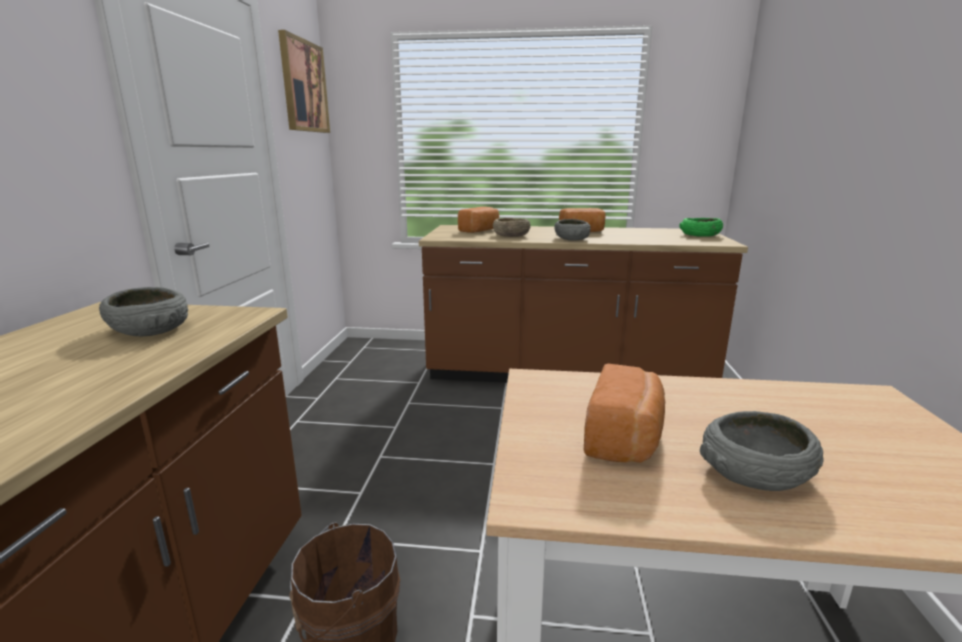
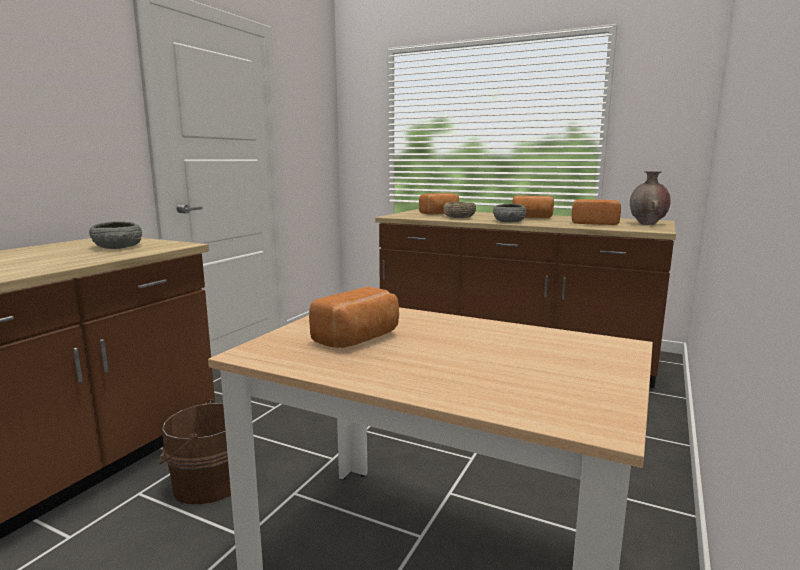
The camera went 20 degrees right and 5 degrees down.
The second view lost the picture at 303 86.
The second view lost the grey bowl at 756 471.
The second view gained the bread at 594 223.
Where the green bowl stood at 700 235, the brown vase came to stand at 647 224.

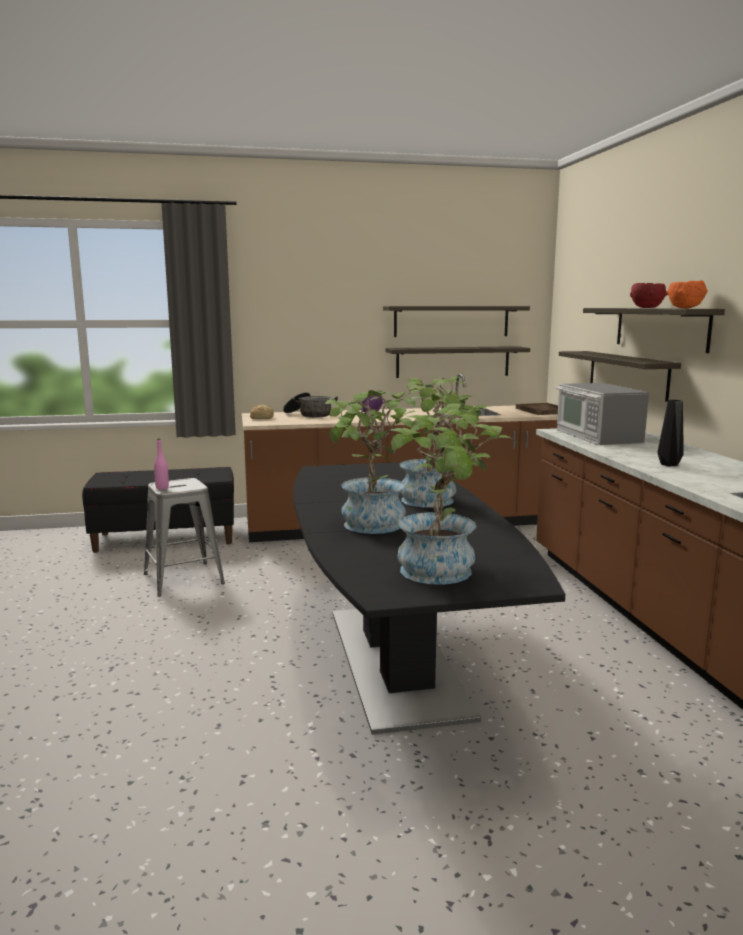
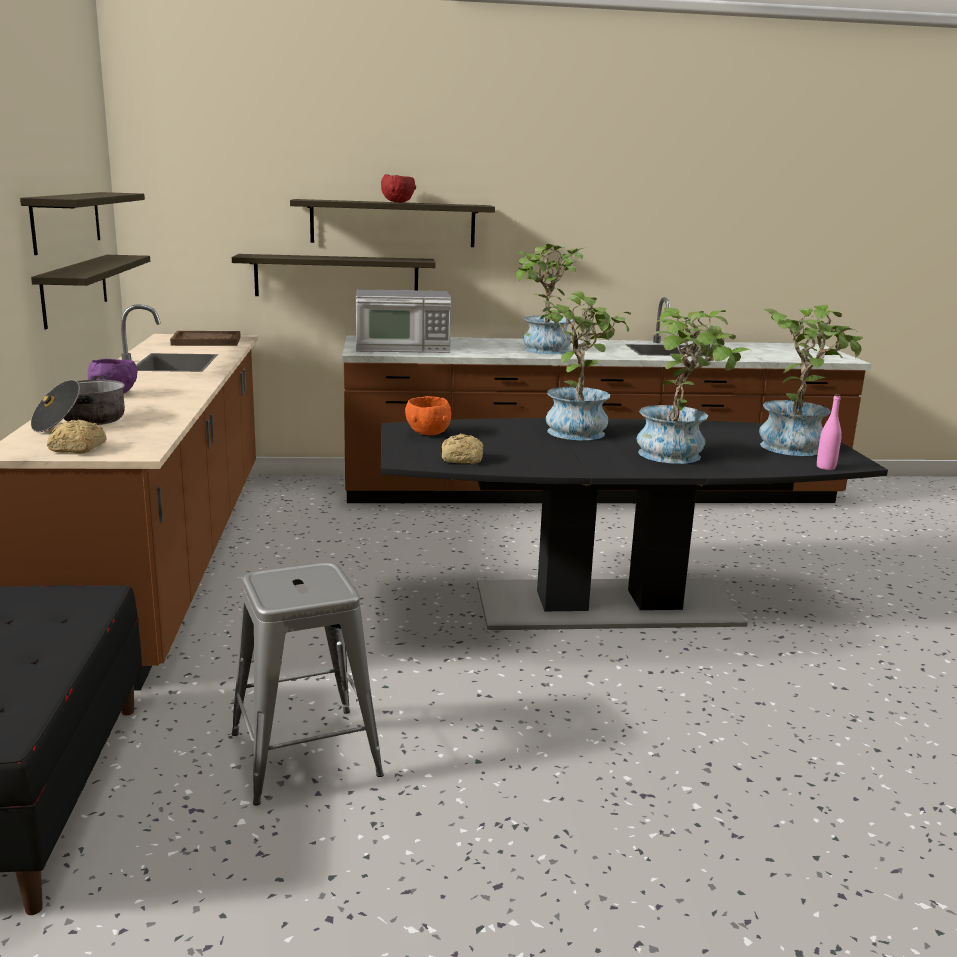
The camera went 85 degrees left and 5 degrees up.
The second view gained the bread at 463 459.
The pink bottle ended up elsewhere, having gone from 162 488 to 826 467.
The orange bowl ended up elsewhere, having gone from 685 308 to 428 433.
Where the black vase stood at 670 465, the potted plant came to stand at 543 351.

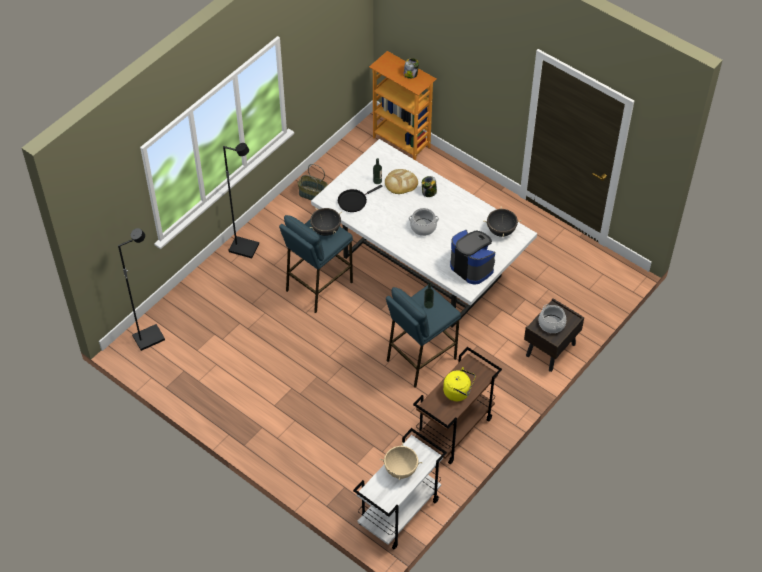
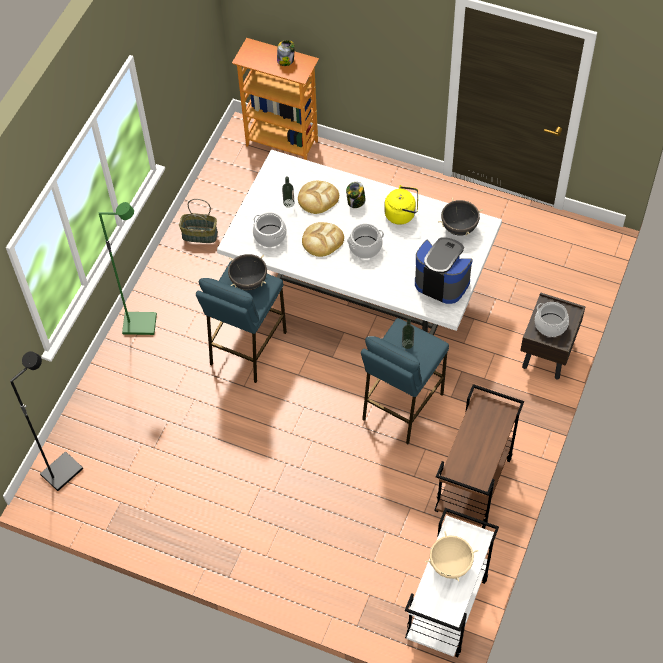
The camera went 15 degrees left and 5 degrees up.
The second view gained the bread at 322 240.
The yellow kettle ended up elsewhere, having gone from 458 392 to 402 214.
Where the black frying pan stood at 354 201, the cooking pot came to stand at 269 236.
What was the black floor lamp at 244 248 turned into the green floor lamp at 140 323.

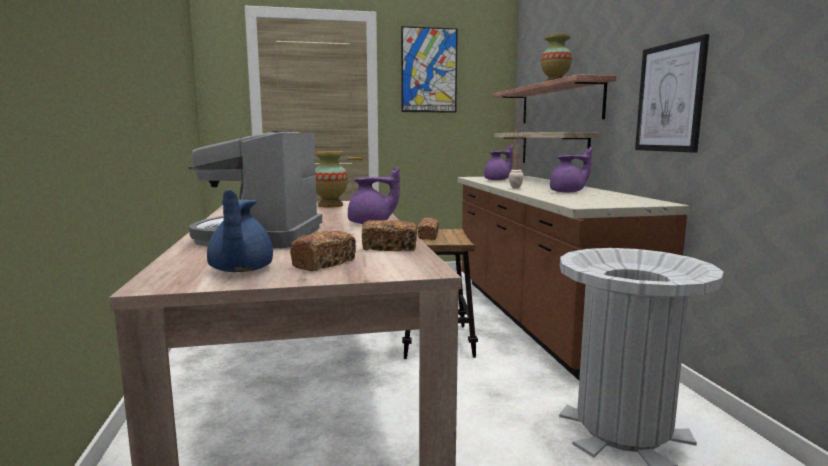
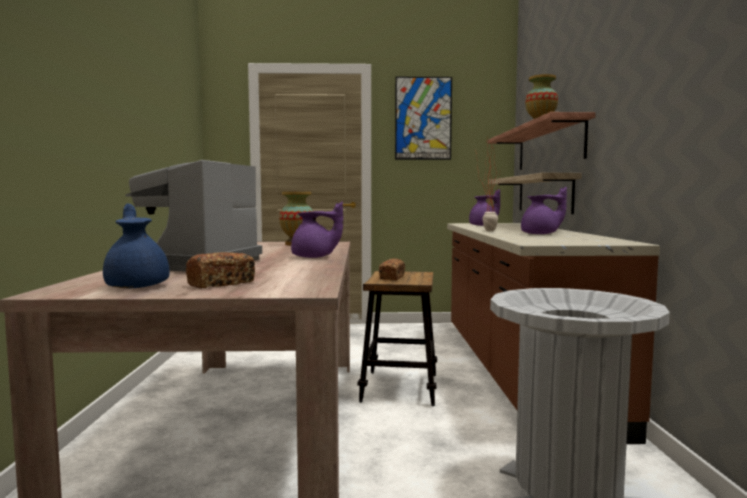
The camera went 10 degrees right and 5 degrees down.
The second view lost the bread at 390 248.
The second view lost the picture at 670 97.
The blue teapot at 240 270 ended up facing another way, 150 degrees clockwise from before.

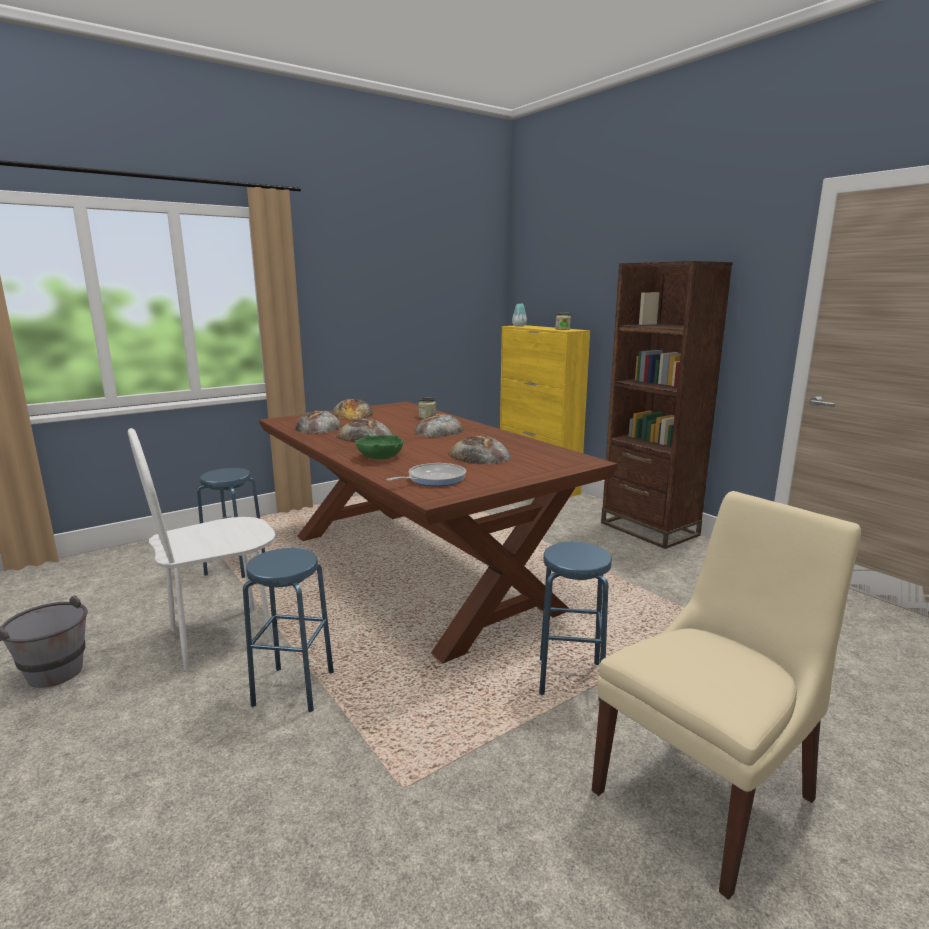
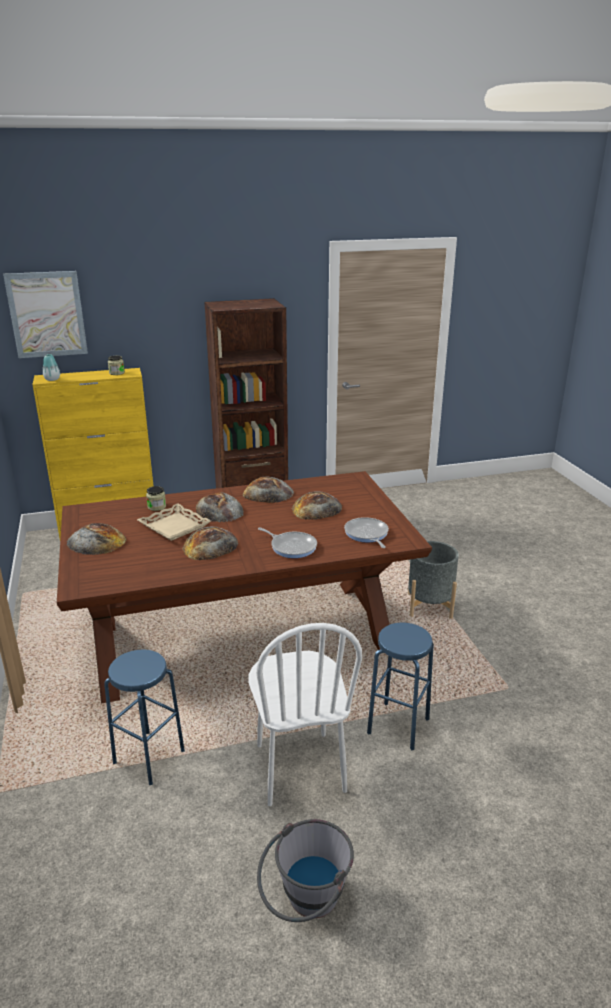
The camera went 70 degrees left and 10 degrees up.
The second view lost the beige chair at 707 791.
The second view gained the picture at 47 314.
The second view gained the beige tray at 174 526.
The bread ended up elsewhere, having gone from 318 427 to 268 493.
Where the green bowl stood at 380 457, the frying pan came to stand at 291 547.
Where the blue stool stood at 570 680, the grey planter came to stand at 429 606.

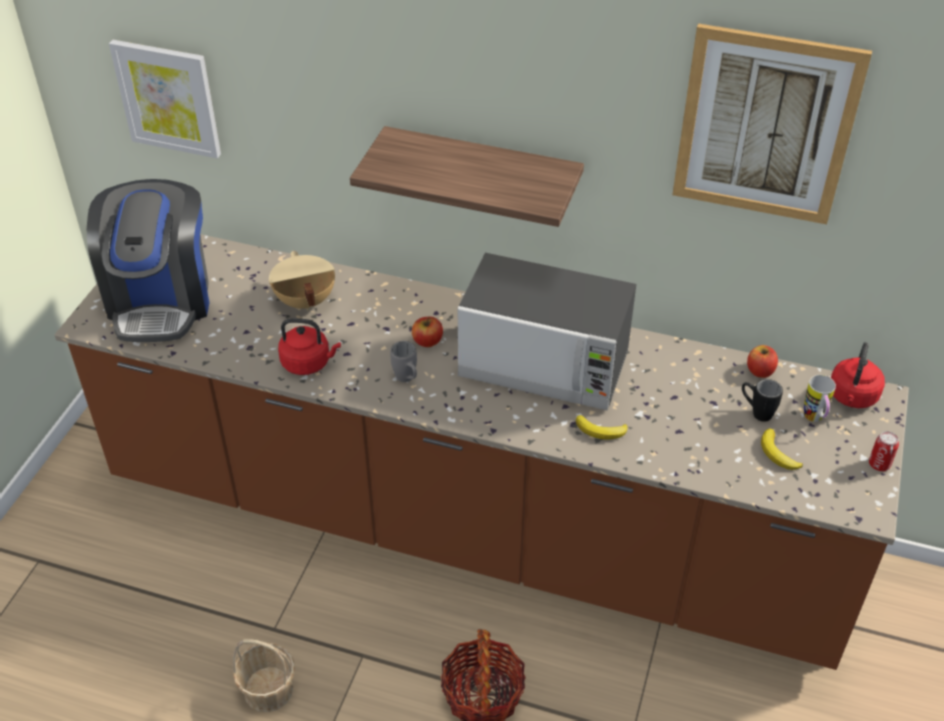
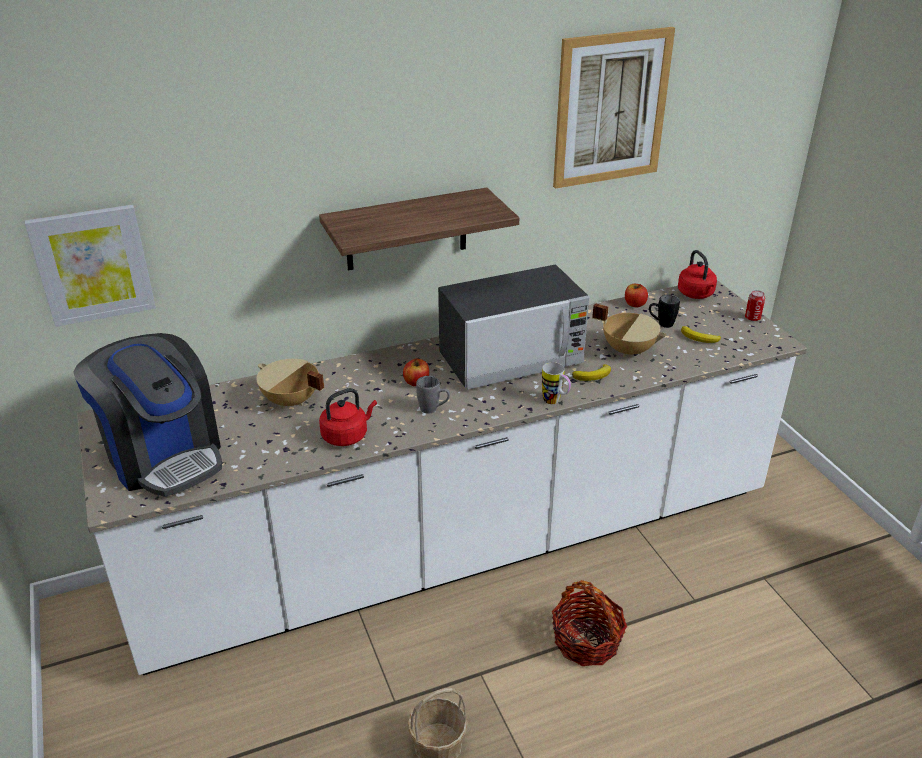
The camera went 40 degrees left and 10 degrees down.
The second view gained the beige cooking pot at 628 350.
The mug ended up elsewhere, having gone from 815 420 to 555 402.
What was the brown counter at 472 525 turned into the white counter at 461 544.

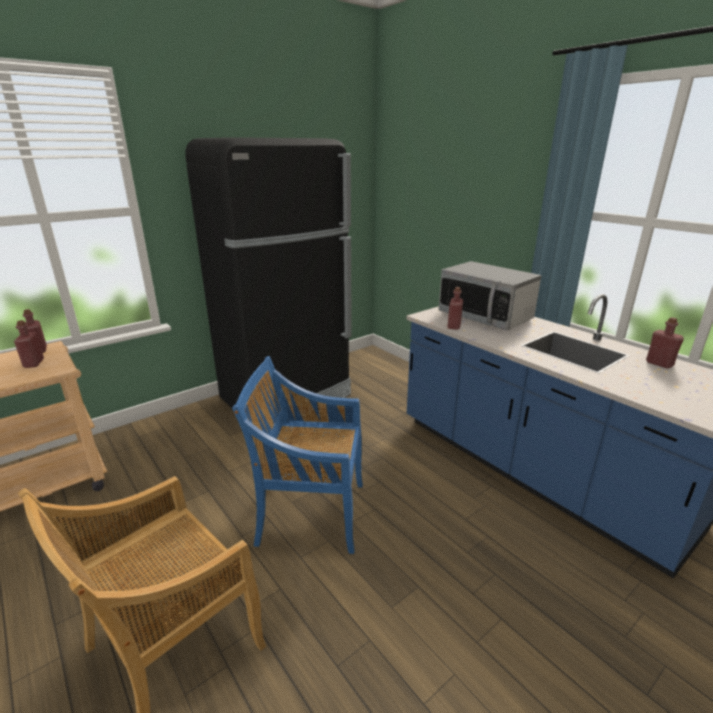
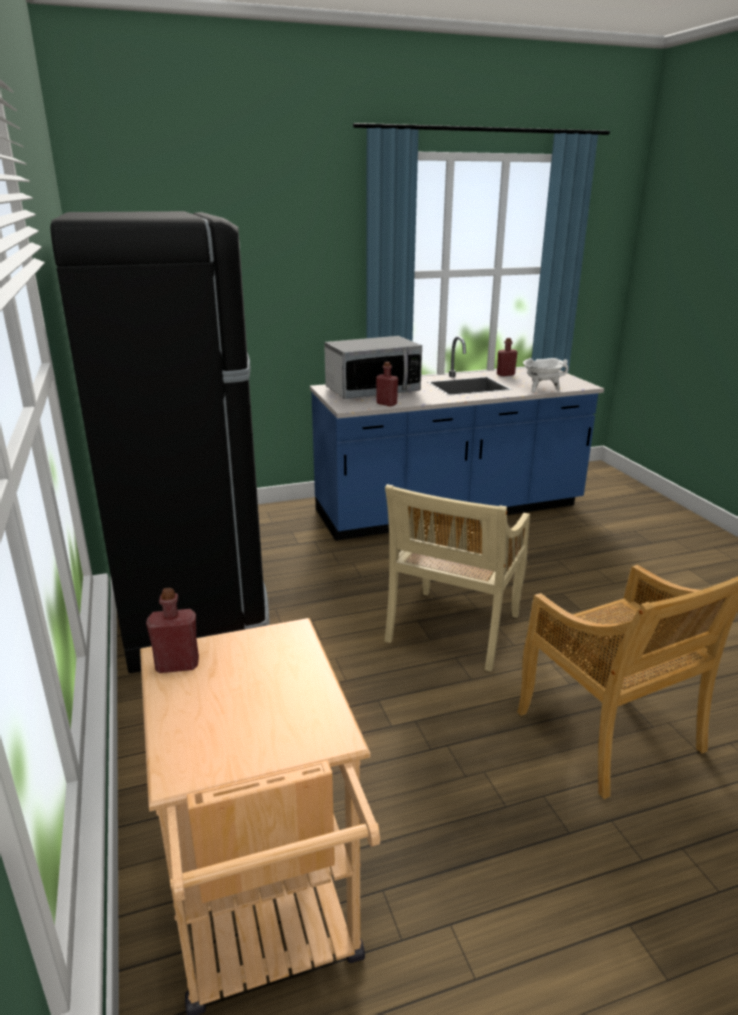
The camera went 70 degrees left and 0 degrees up.
The second view lost the red bottle at 34 363.
The second view gained the white cooking pot at 541 389.
What was the blue chair at 310 512 turned into the beige chair at 453 630.

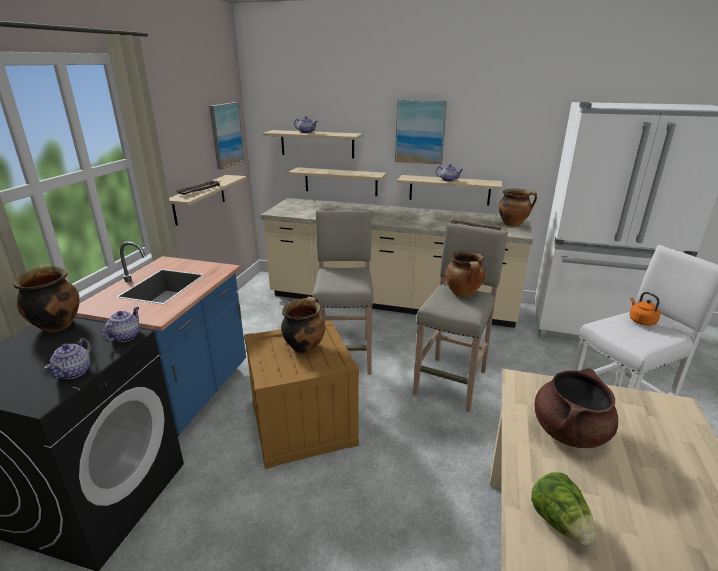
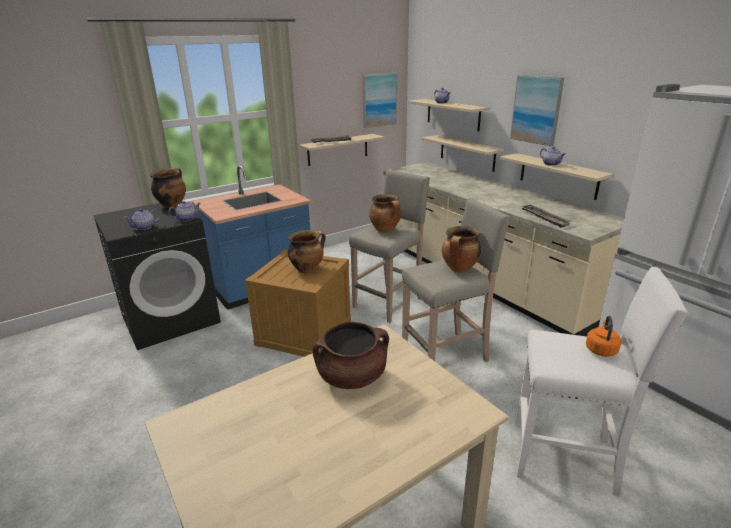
The camera went 40 degrees right and 0 degrees up.
The second view lost the lettuce at 559 522.
The cooking pot ended up elsewhere, having gone from 513 224 to 386 230.

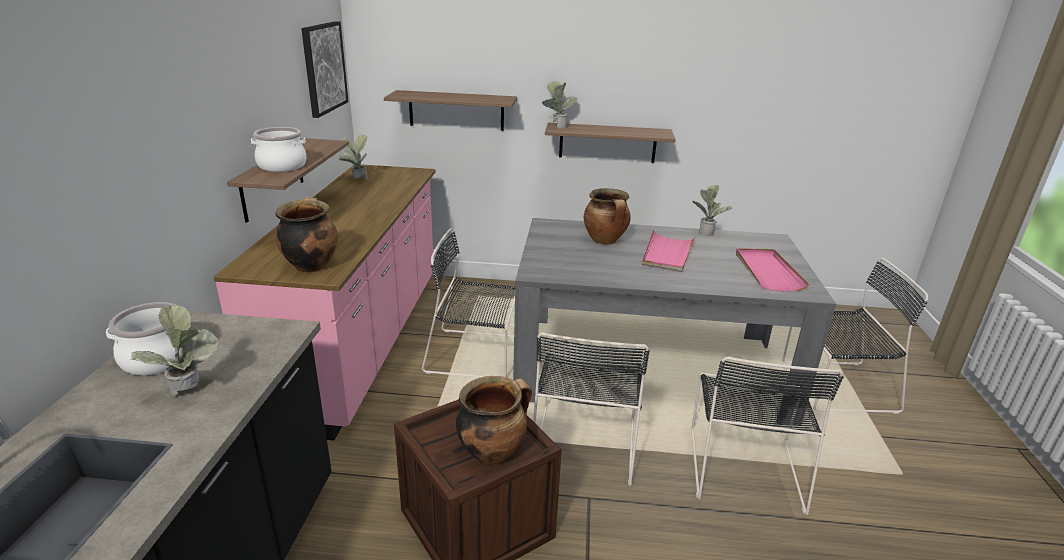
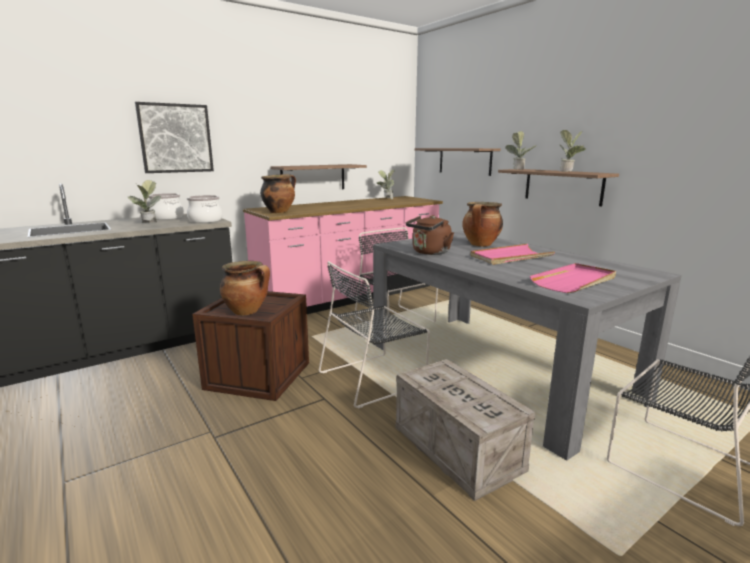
The camera went 50 degrees right and 10 degrees down.
The second view gained the brown kettle at 429 252.
The cooking pot ended up elsewhere, having gone from 282 166 to 205 220.
The picture ended up elsewhere, having gone from 324 68 to 175 138.
The potted plant ended up elsewhere, having gone from 706 231 to 568 171.
Where the black chair stood at 743 466, the crate came to stand at 455 447.

